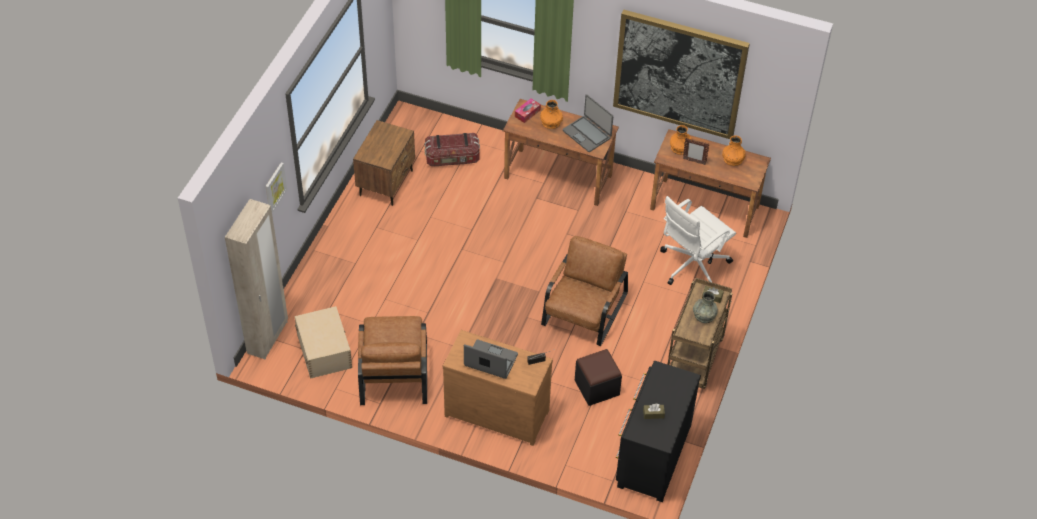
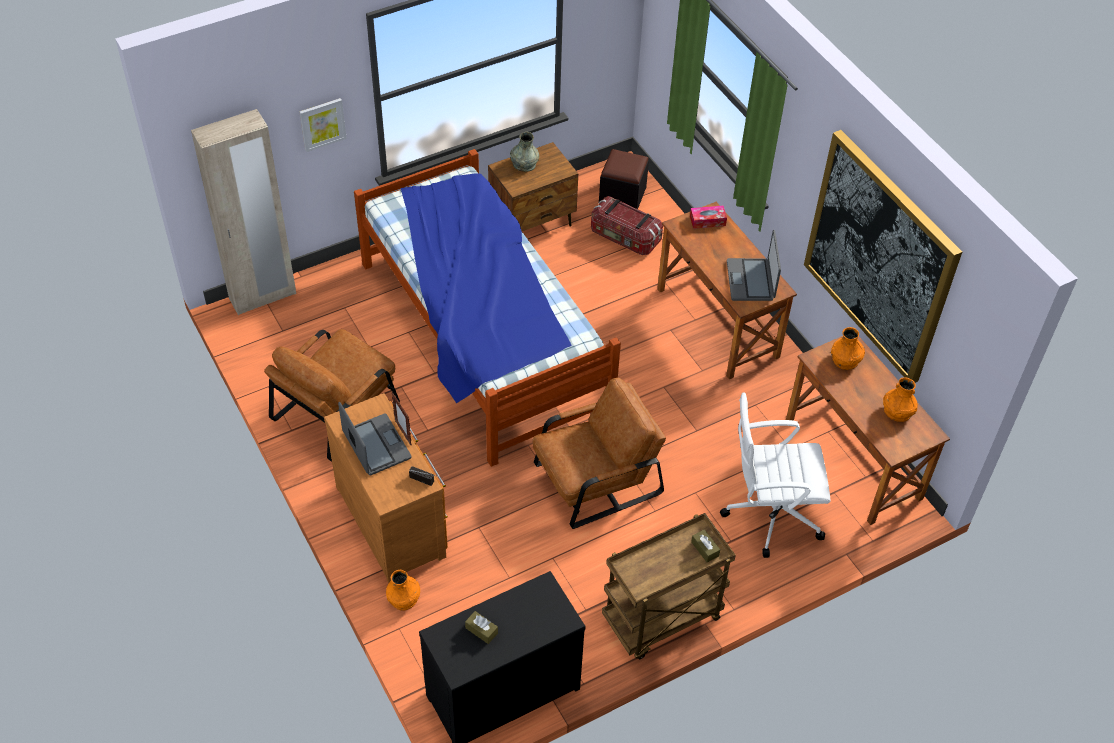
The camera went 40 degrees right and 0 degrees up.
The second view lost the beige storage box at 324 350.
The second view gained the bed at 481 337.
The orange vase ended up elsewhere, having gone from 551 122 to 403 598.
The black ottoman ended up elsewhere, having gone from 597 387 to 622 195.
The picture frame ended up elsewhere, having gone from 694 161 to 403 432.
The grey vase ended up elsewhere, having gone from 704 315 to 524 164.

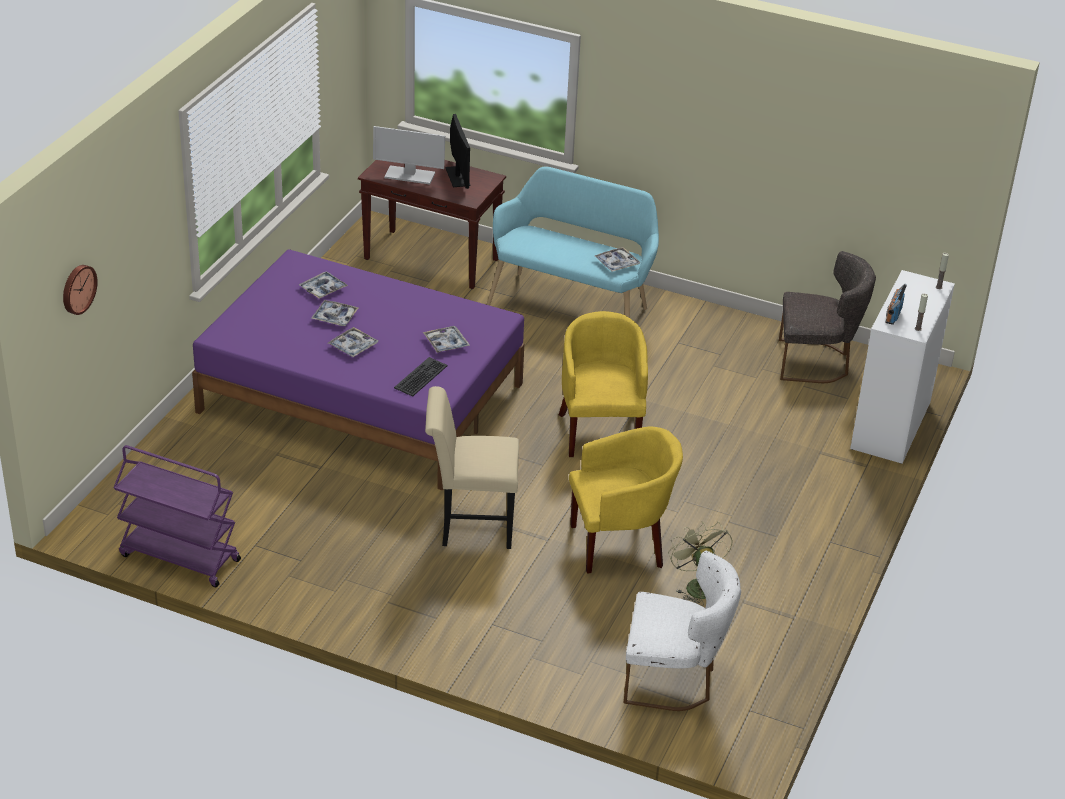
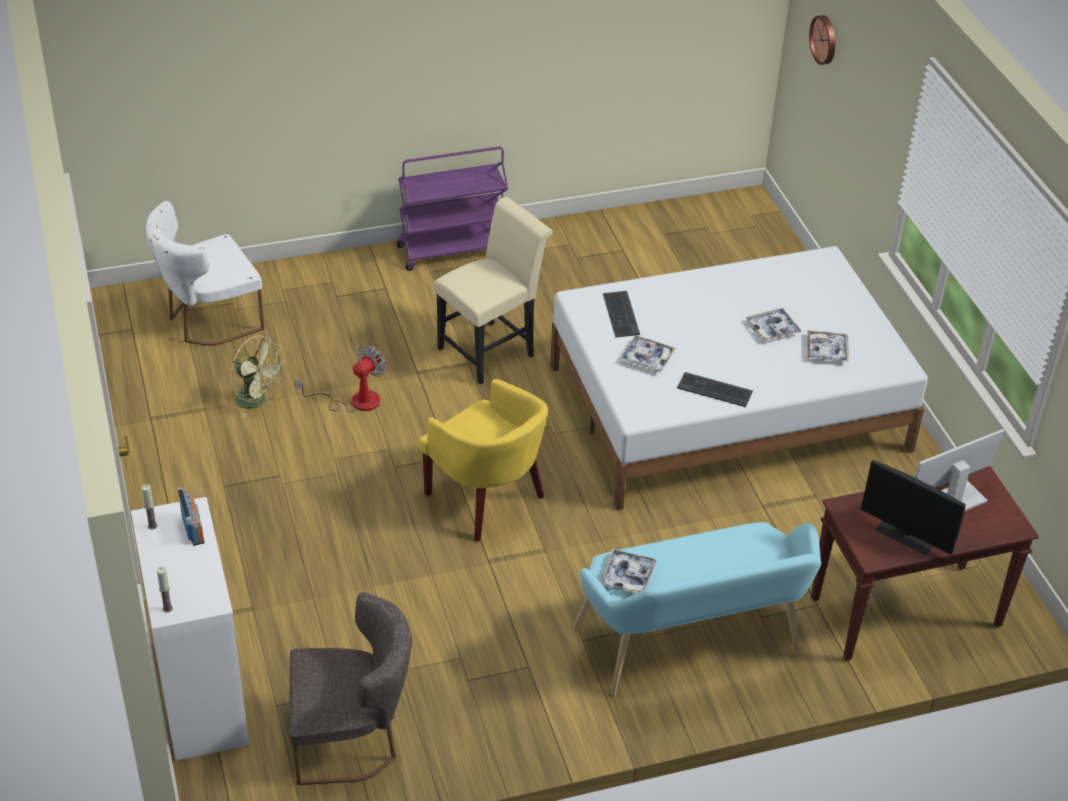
The camera went 140 degrees right and 5 degrees up.
The second view lost the tray at 353 346.
The second view gained the keyboard at 715 389.
The purple cart ended up elsewhere, having gone from 179 558 to 453 250.
Where the yellow armchair stood at 620 544, the fan came to stand at 354 401.
What was the purple bed at 362 397 turned into the white bed at 727 408.
The grey chair at 817 362 ended up facing another way, 150 degrees counterclockwise from before.

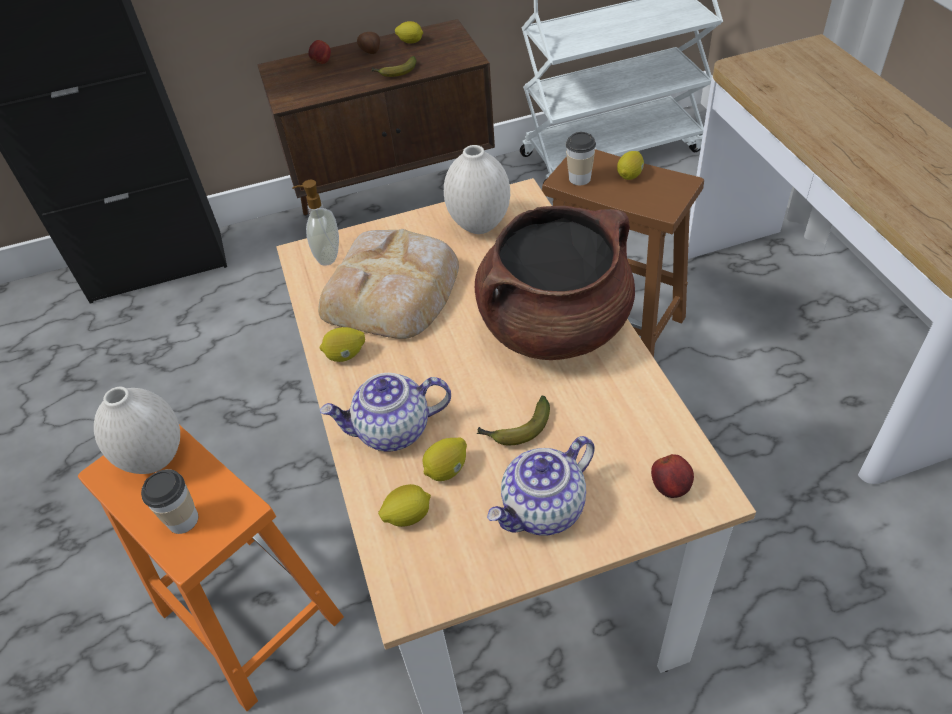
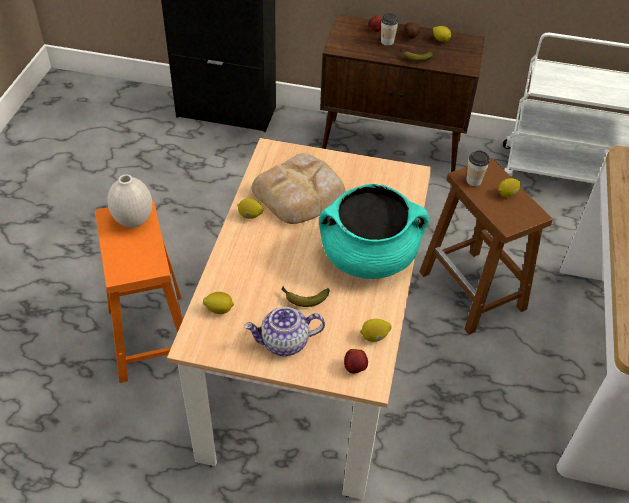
The camera went 25 degrees right and 0 degrees up.
The second view lost the soap dispenser at 327 256.
The second view lost the teapot at 392 431.
The second view lost the white vase at 479 226.
The cup ended up elsewhere, having gone from 183 520 to 387 41.
The lemon ended up elsewhere, having gone from 447 470 to 374 337.
What was the brown cooking pot at 554 326 turned into the turquoise cooking pot at 368 257.

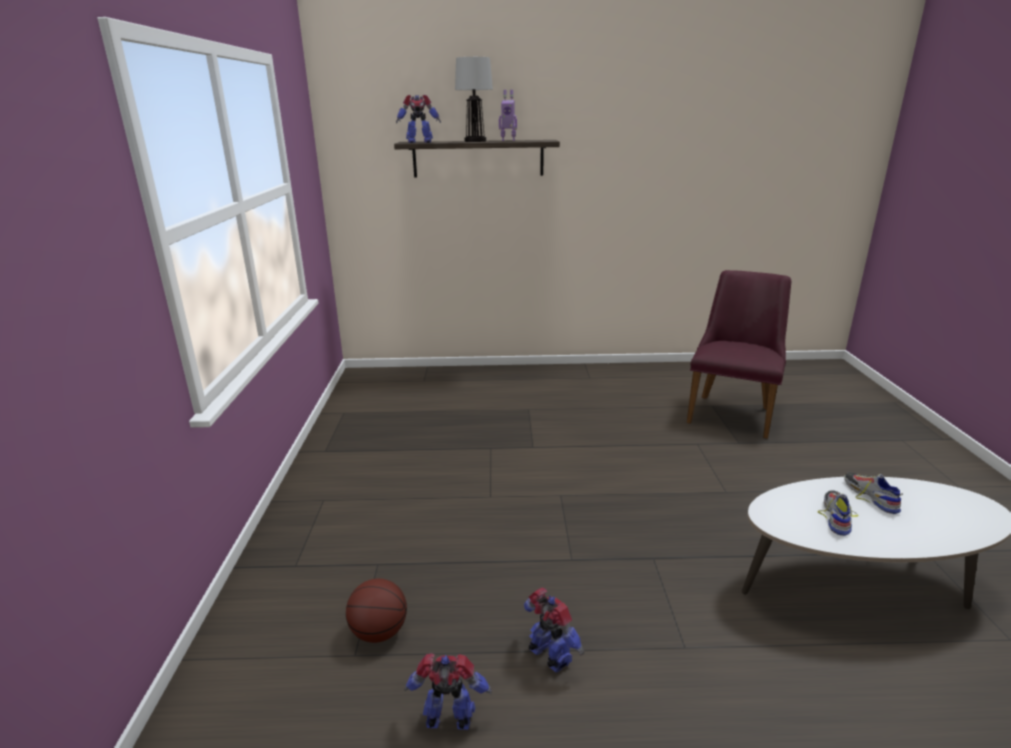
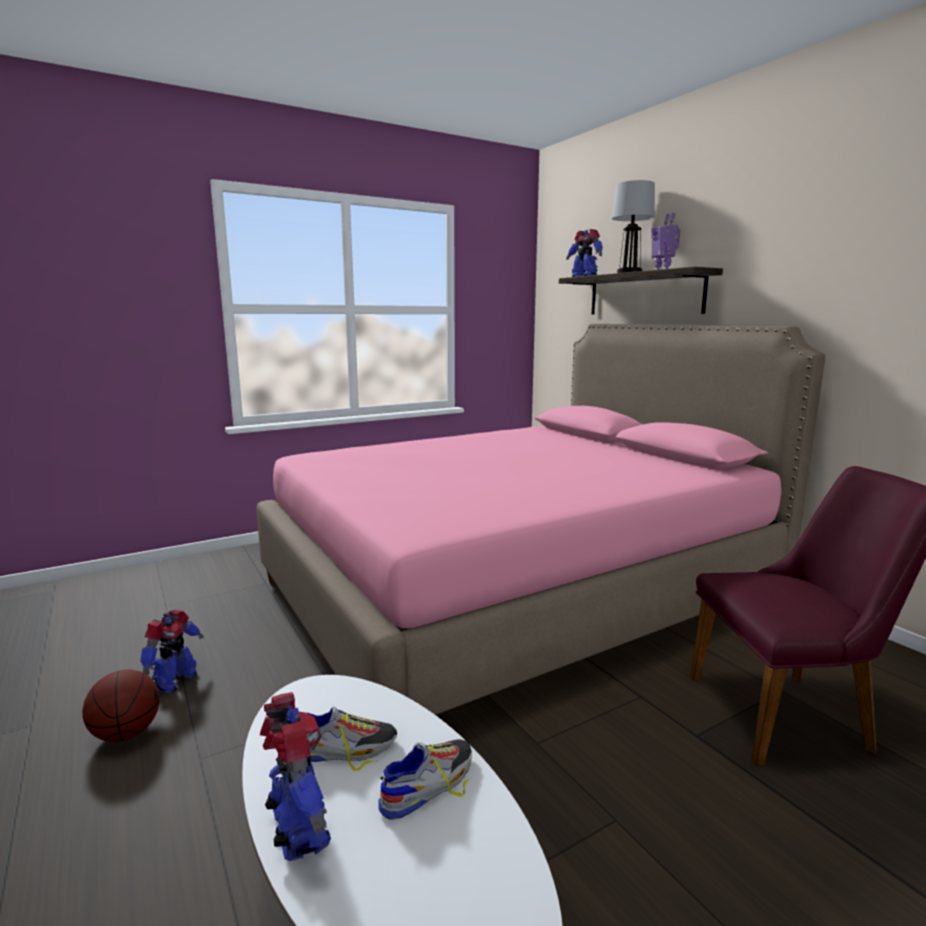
The camera went 60 degrees right and 10 degrees down.
The second view gained the pink bed at 516 591.
The basketball ended up elsewhere, having gone from 379 632 to 126 733.
The toy robot ended up elsewhere, having gone from 449 720 to 298 830.

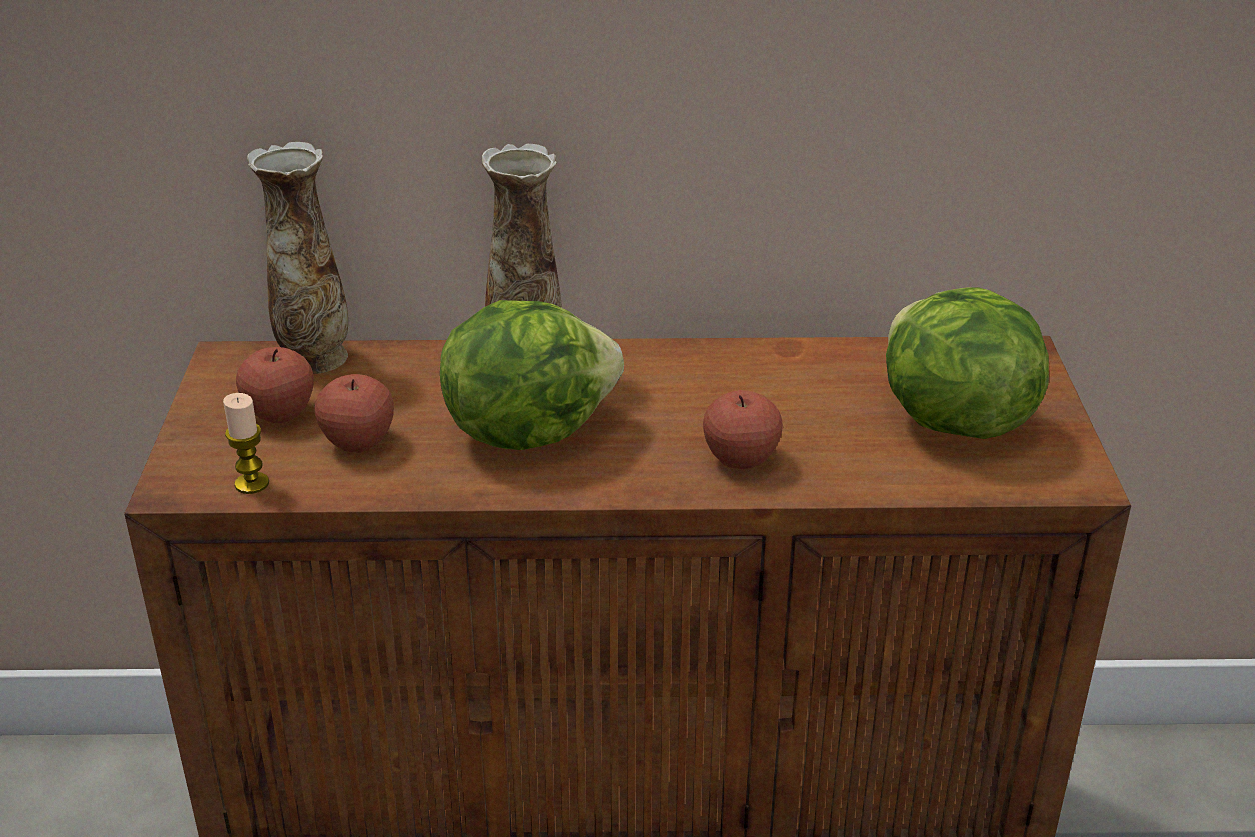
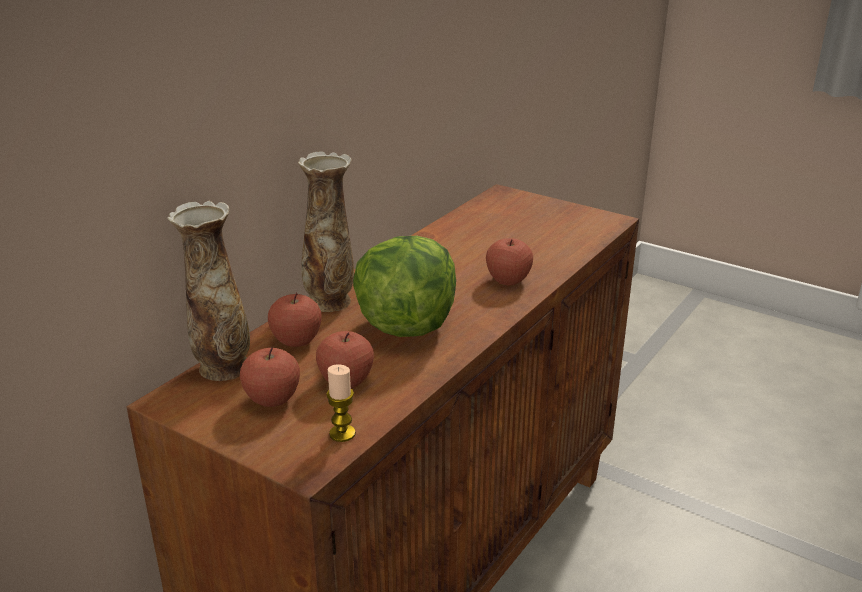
The camera went 55 degrees left and 5 degrees down.
The second view lost the lettuce at 951 421.
The second view gained the apple at 296 341.

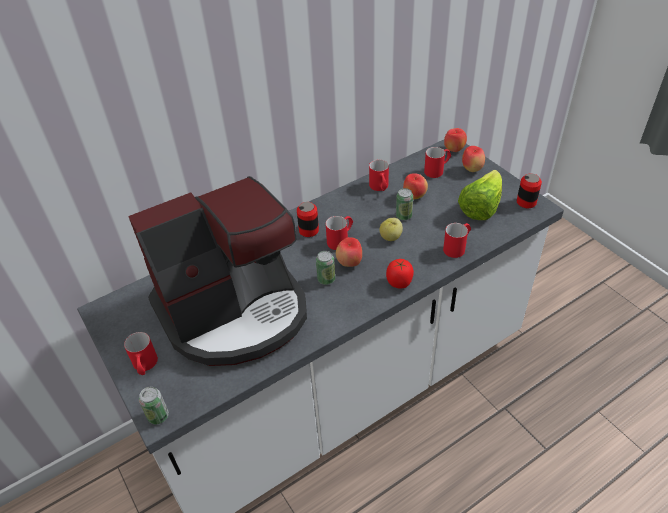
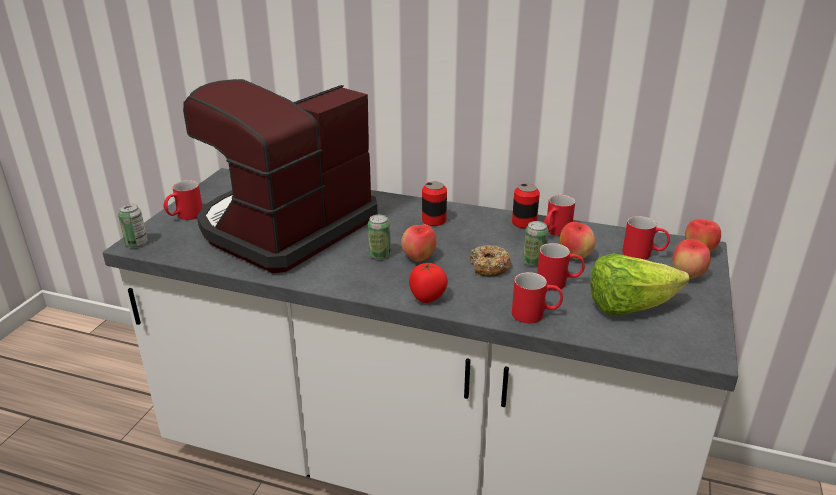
The camera went 50 degrees right and 15 degrees down.
The red mug ended up elsewhere, having gone from 341 239 to 559 283.
The can ended up elsewhere, having gone from 526 202 to 524 223.
Where the apple stood at 391 237, the donut came to stand at 489 267.
The coffee machine at 235 311 ended up facing another way, 105 degrees clockwise from before.

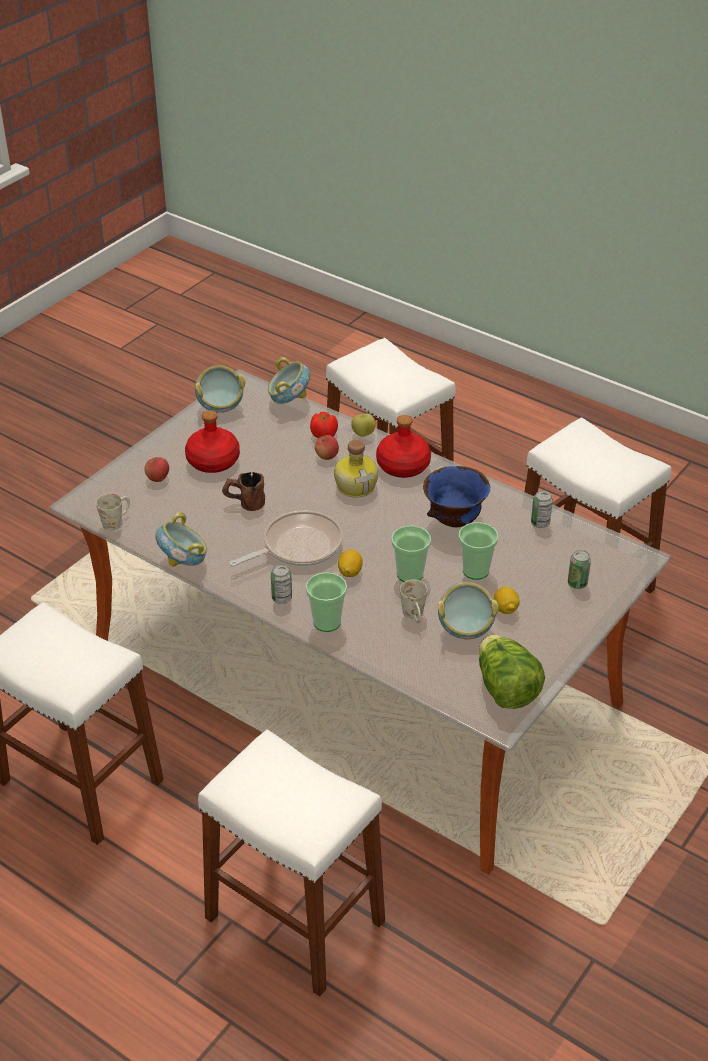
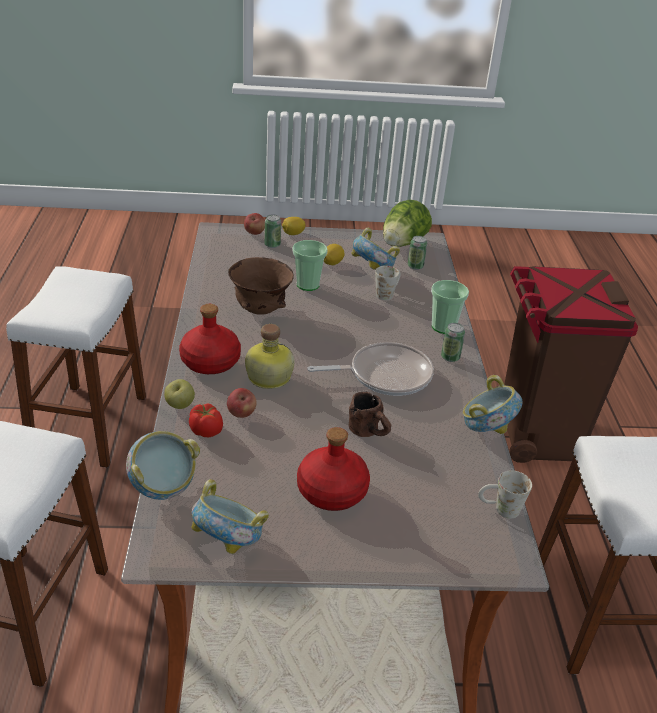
The camera went 130 degrees left and 5 degrees down.
The second view lost the cup at 410 574.
The apple ended up elsewhere, having gone from 158 478 to 254 233.
The lemon ended up elsewhere, having gone from 350 572 to 293 234.
The can ended up elsewhere, having gone from 540 523 to 415 266.
Where the white stool stood at 295 919, the brown trash can came to stand at 536 433.
What was the blue bowl at 454 522 turned into the brown bowl at 261 311.
The frying pan at 298 546 ended up facing another way, 150 degrees clockwise from before.

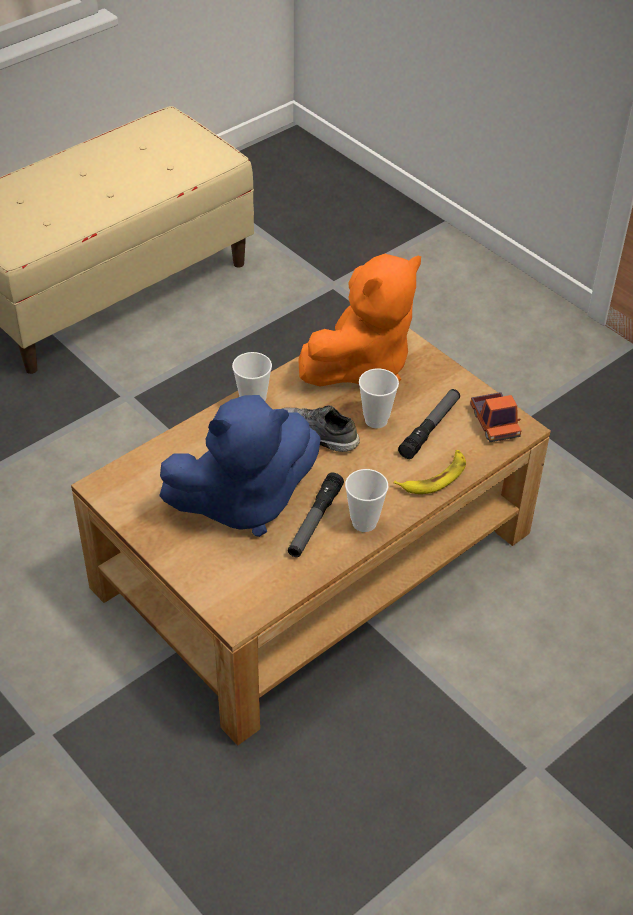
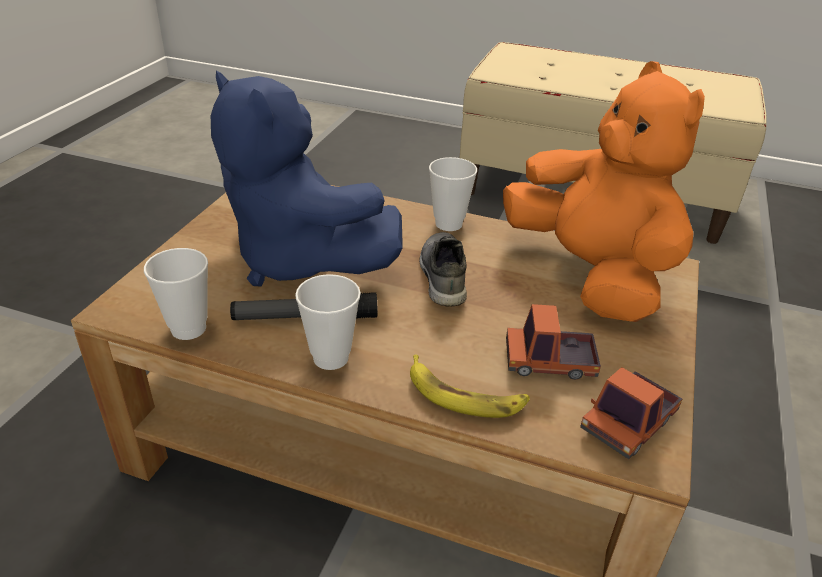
The camera went 60 degrees right and 10 degrees down.
The cup ended up elsewhere, having gone from 376 420 to 188 329.
Where the flashlight stood at 430 428, the toy truck came to stand at 549 362.
The orange plush toy at 362 365 ended up facing another way, 135 degrees counterclockwise from before.

